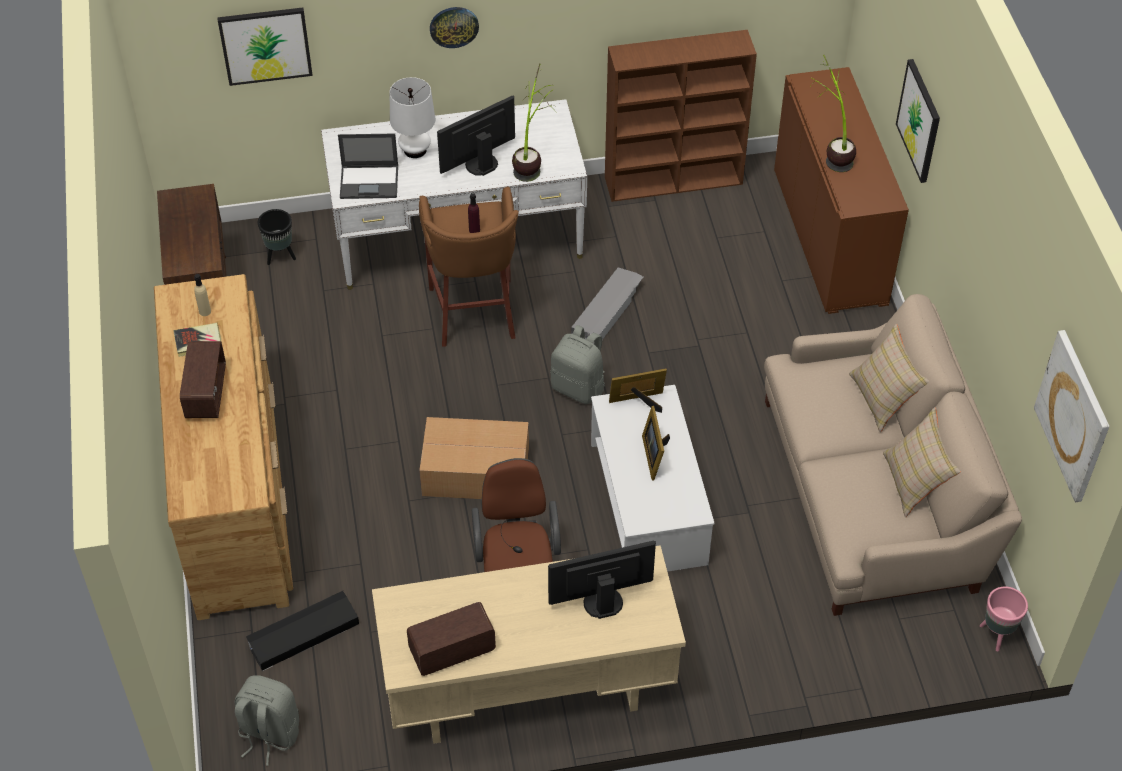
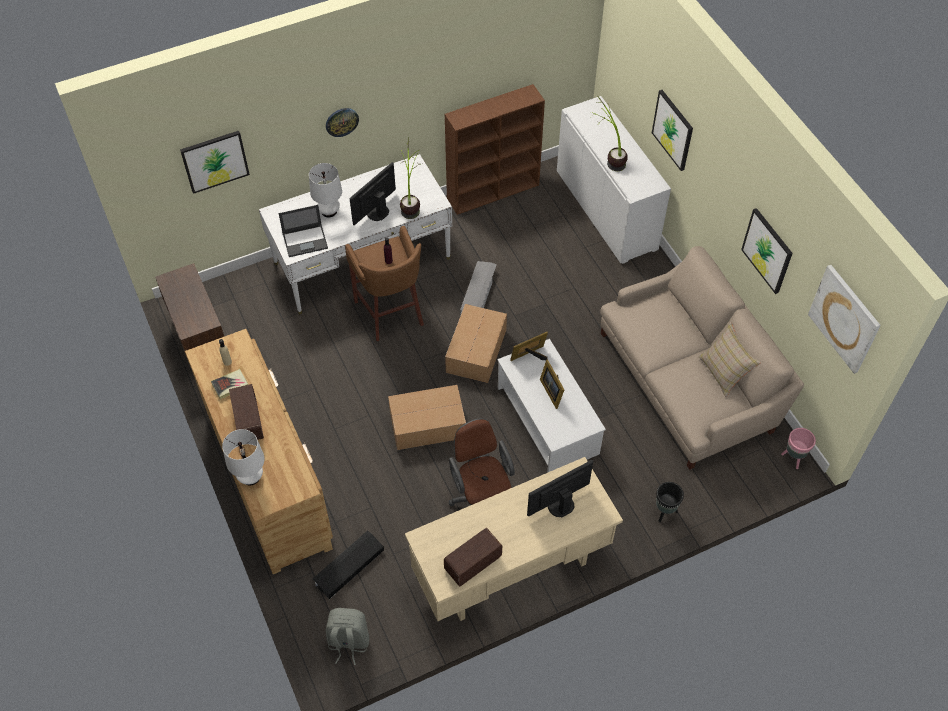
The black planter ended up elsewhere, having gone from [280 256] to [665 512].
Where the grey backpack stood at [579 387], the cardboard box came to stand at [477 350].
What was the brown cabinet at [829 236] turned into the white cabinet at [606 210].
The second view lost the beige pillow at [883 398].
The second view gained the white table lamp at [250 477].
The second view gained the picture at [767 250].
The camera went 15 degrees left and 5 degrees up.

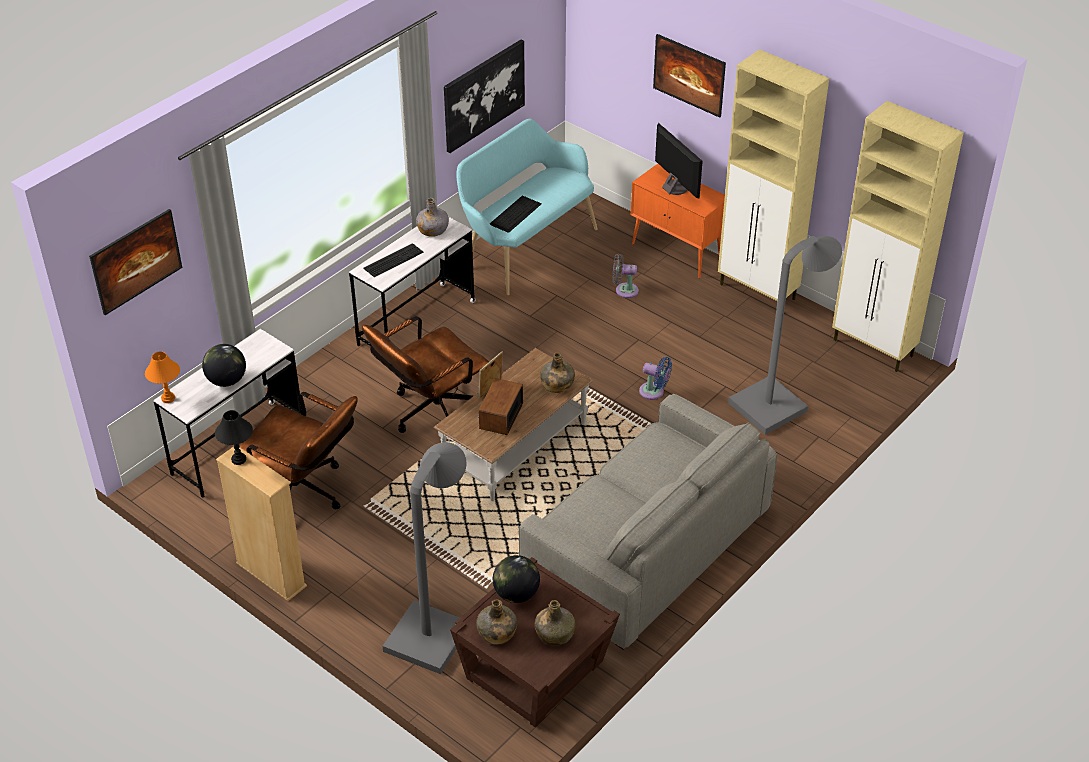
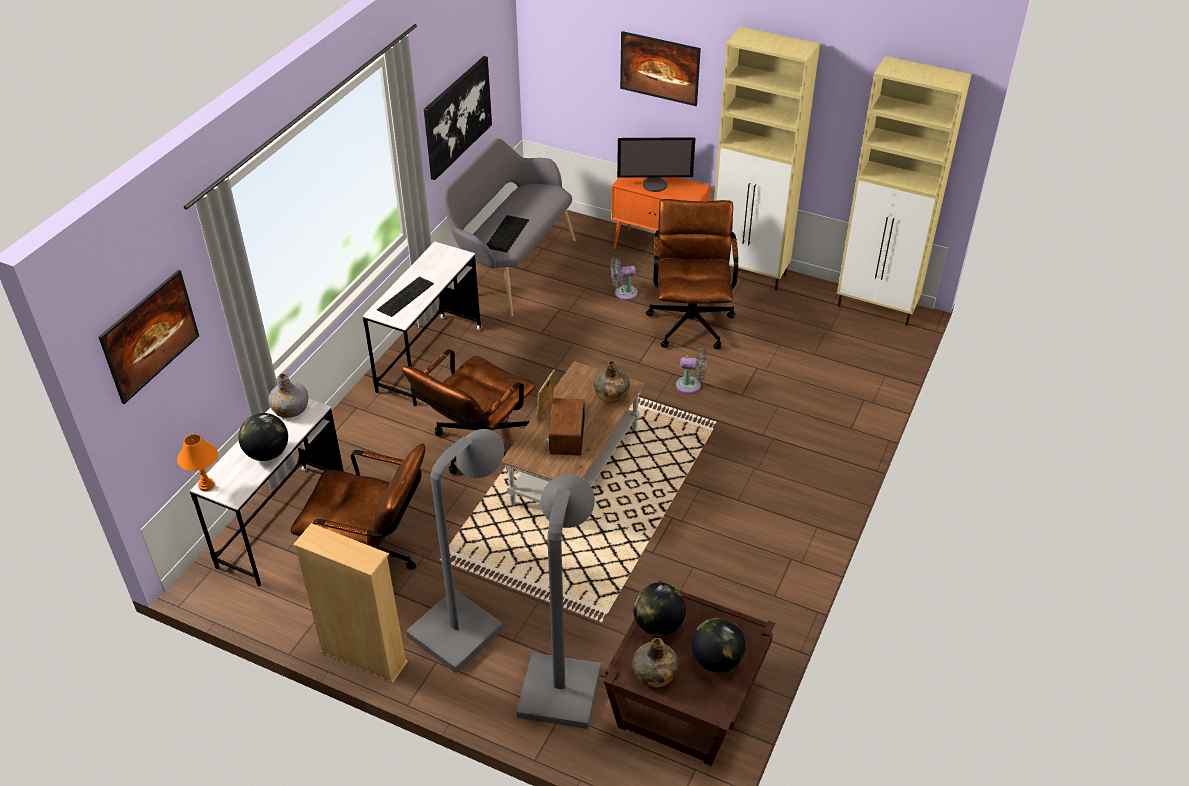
The second view lost the black table lamp at [239 460].
The grey bottle ended up elsewhere, having gone from [432 230] to [290 408].
What was the turquoise bench at [525 247] turned into the grey bench at [512 268].
The second view lost the grey sofa at [647 548].
Where the green bottle stood at [555 634], the globe came to stand at [716 660].
What was the blue fan at [654 392] turned into the grey fan at [691 385].
The monitor at [675 187] ended up facing another way, 135 degrees clockwise from before.
The grey floor lamp ended up elsewhere, having gone from [776 402] to [465 623].
The second view gained the brown office chair at [691 319].
The camera went 15 degrees left and 0 degrees up.

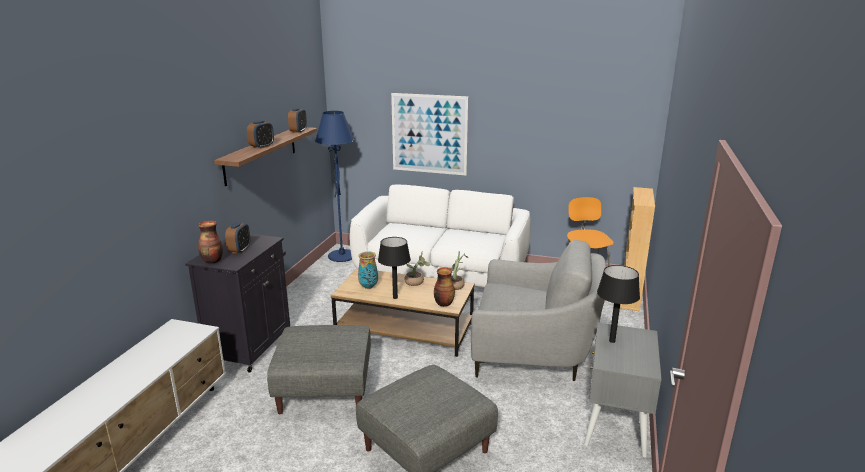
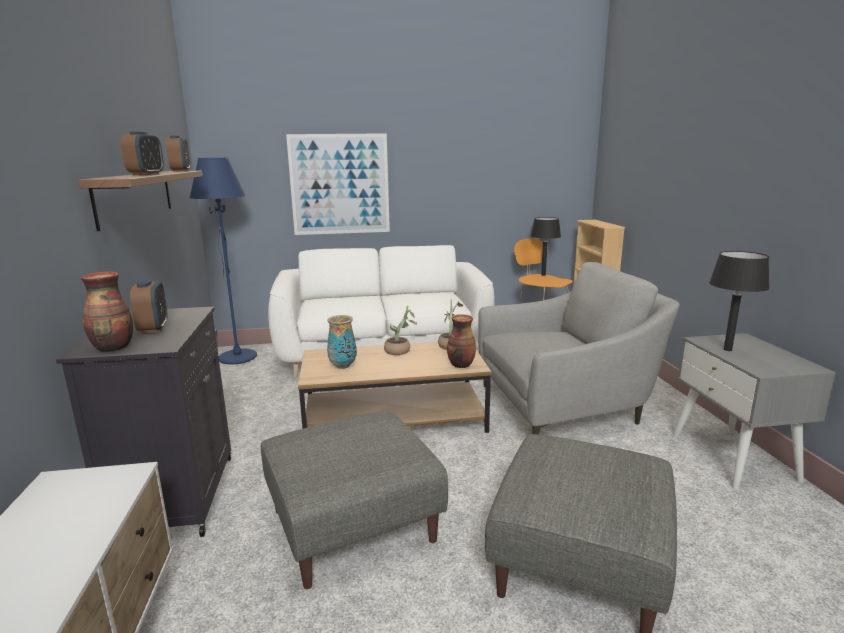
The black table lamp ended up elsewhere, having gone from [395 297] to [543 274].
The camera went 25 degrees left and 5 degrees down.

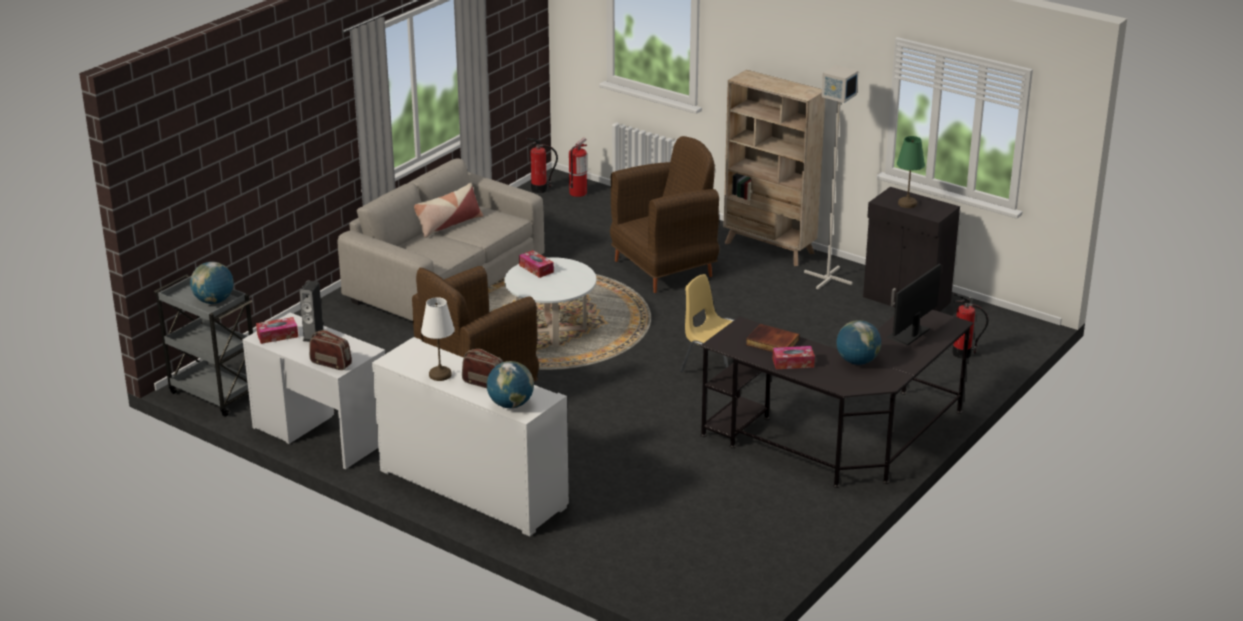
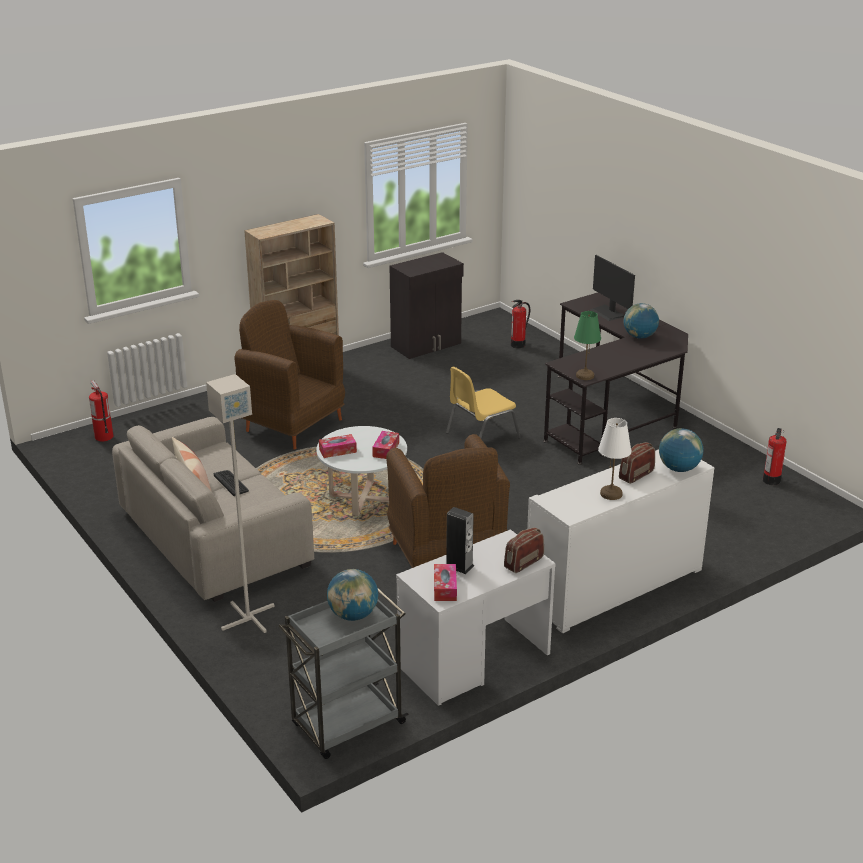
The fire extinguisher ended up elsewhere, having gone from [539 190] to [771 480].
The brown armchair at [665 268] ended up facing another way, 45 degrees counterclockwise from before.
The second view lost the book at [771 342].
The tissue box ended up elsewhere, having gone from [793 363] to [386 450].
The grey floor lamp ended up elsewhere, having gone from [827 278] to [247 618].
The green table lamp ended up elsewhere, having gone from [907 203] to [584 376].
The second view gained the keyboard at [231 483].
The camera went 70 degrees left and 0 degrees up.

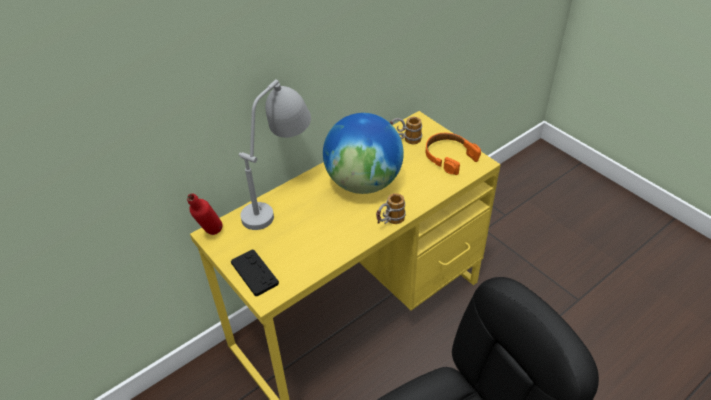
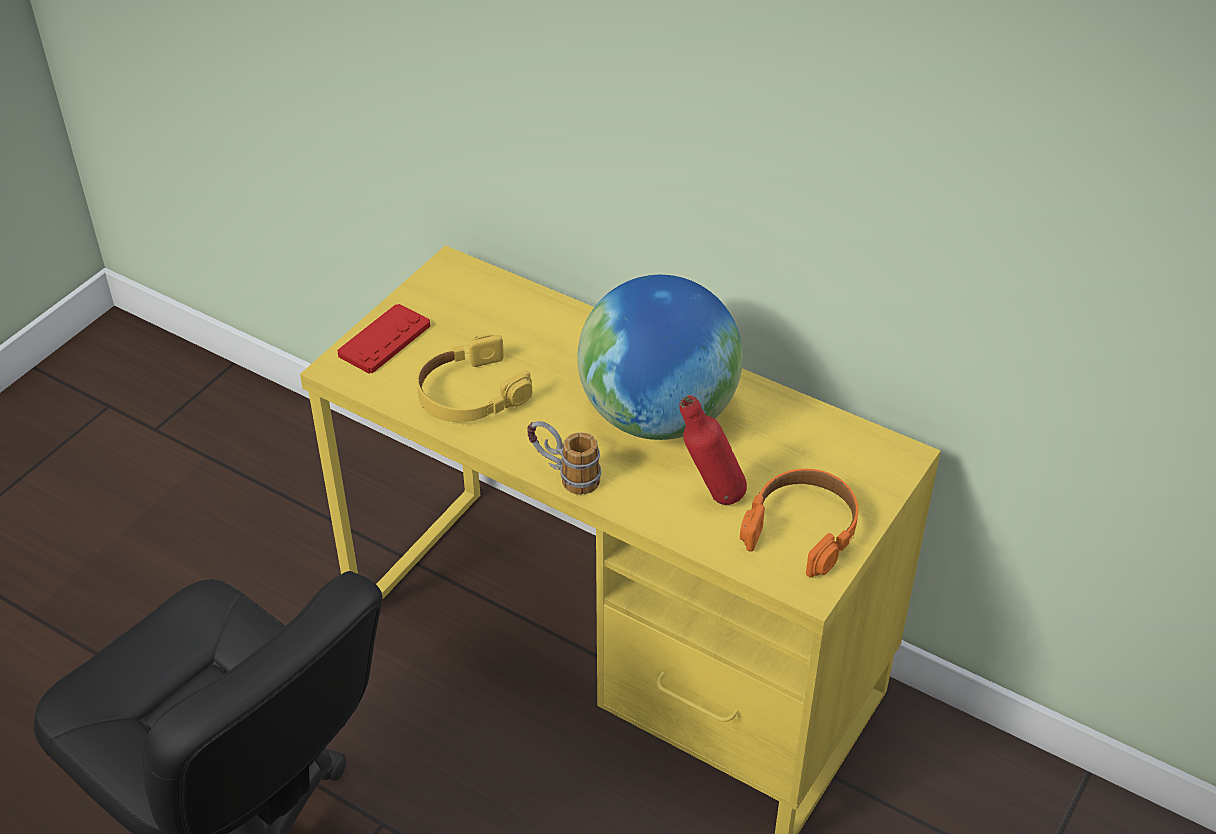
The red bottle ended up elsewhere, having gone from [211 236] to [710 497].
What was the black game controller at [254 273] turned into the red game controller at [384 340].
The second view lost the grey table lamp at [281 197].
The second view lost the mug at [405 140].
The second view gained the yellow headphones at [470 393].
The camera went 70 degrees right and 0 degrees up.

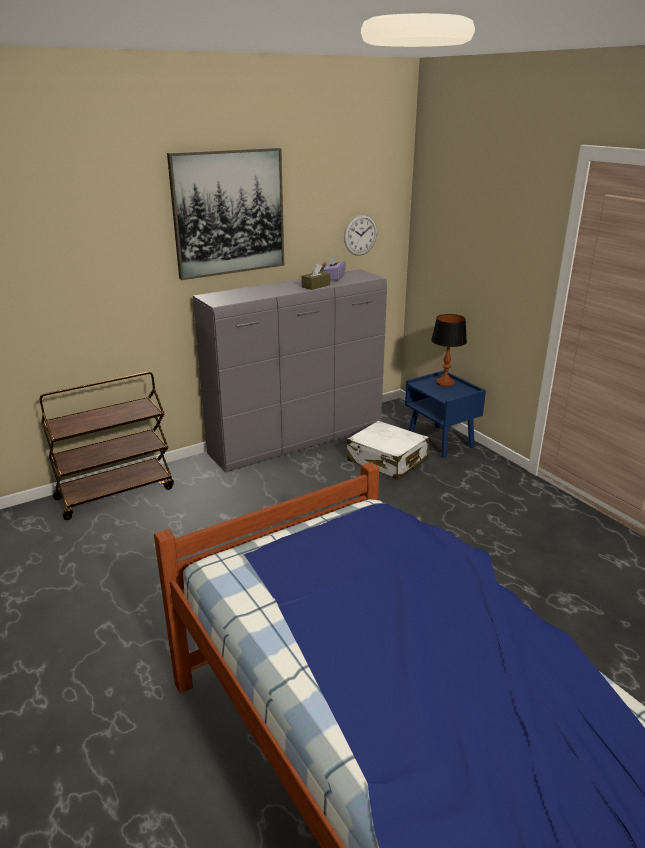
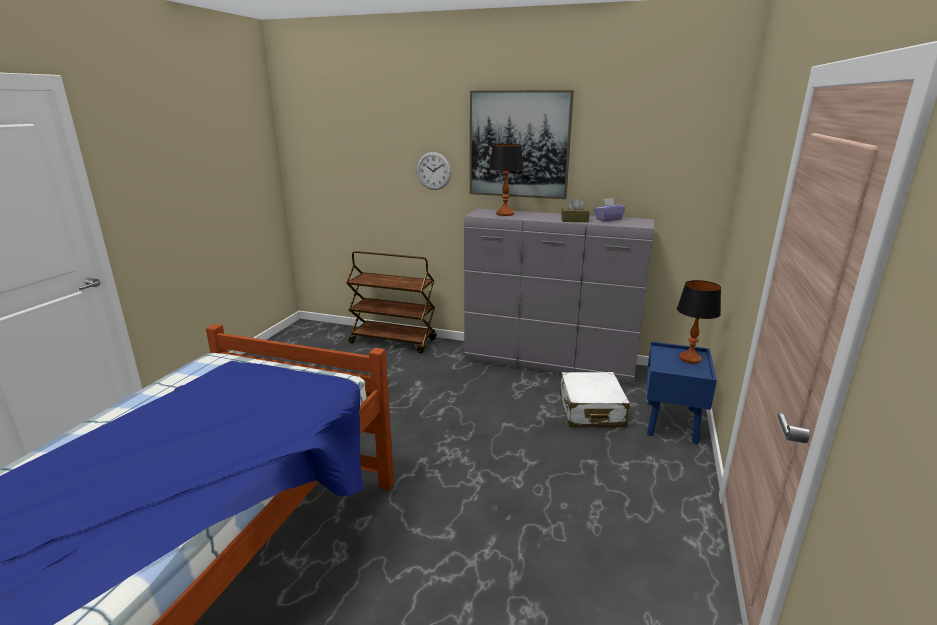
The wall clock ended up elsewhere, having gone from [360 235] to [433 171].
The second view gained the table lamp at [505 214].
The camera went 50 degrees right and 5 degrees down.

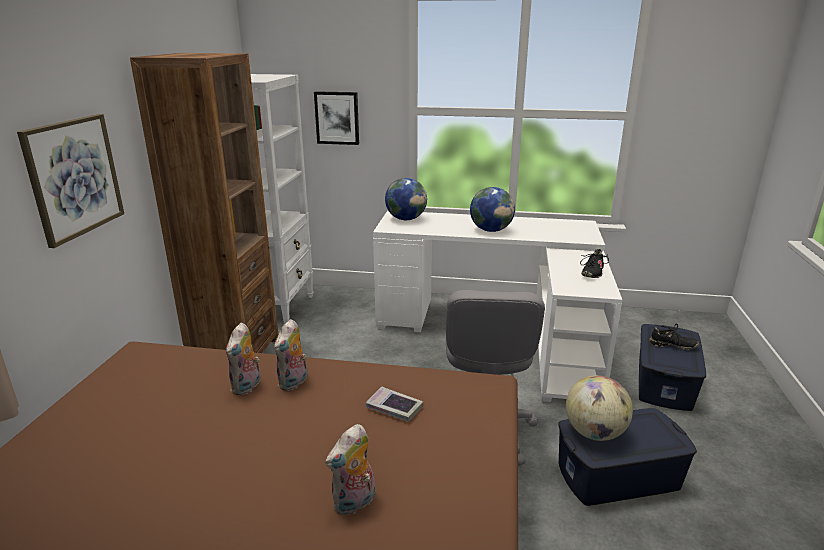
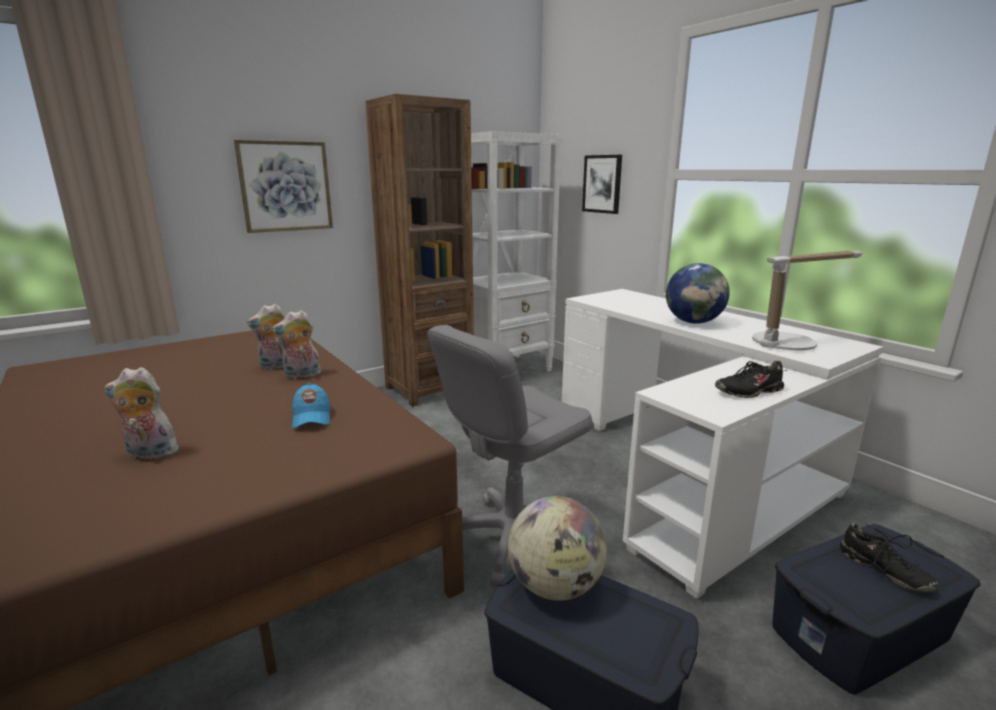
Where the book stood at [394 408], the blue cap came to stand at [311 417].
The second view lost the globe at [406 219].
The second view gained the table lamp at [790 342].
The camera went 45 degrees right and 5 degrees down.

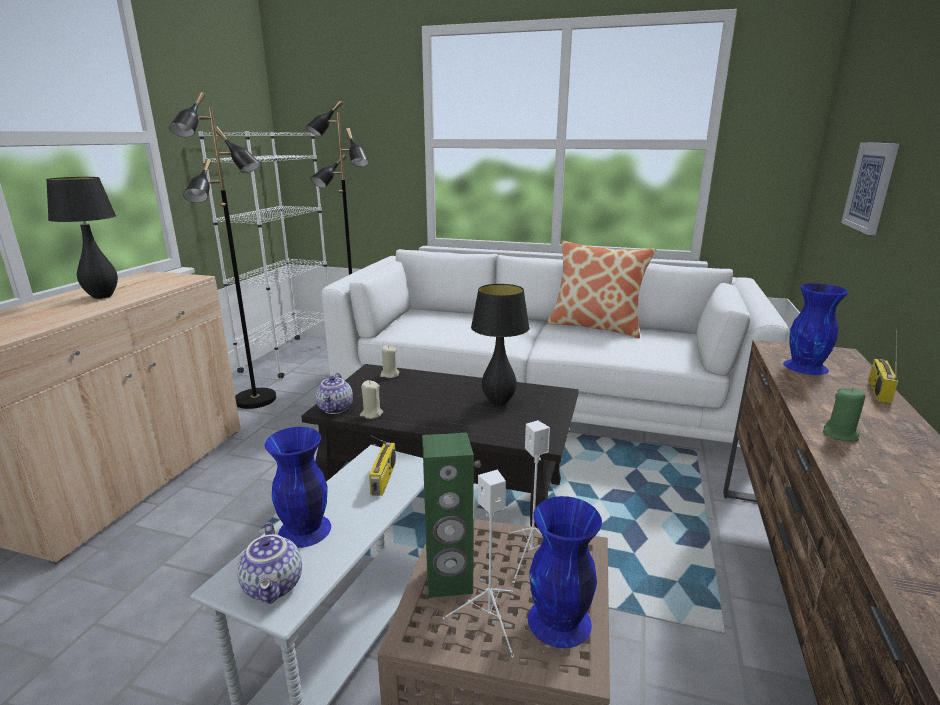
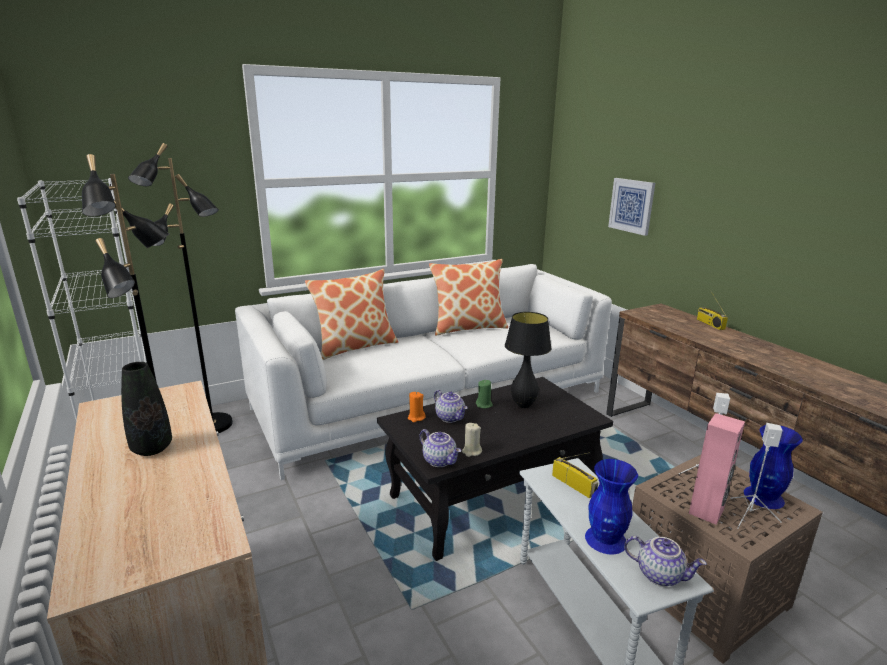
Where the black table lamp stood at [102 296], the black vase came to stand at [152 448].
What was the beige candle at [389 374] turned into the orange candle at [416 417].
What was the green speaker at [449 581] turned into the pink speaker at [706 512].
The second view lost the blue vase at [806 367].
The green candle ended up elsewhere, having gone from [840 435] to [484 405].
The second view gained the pillow at [355 346].
The second view gained the teapot at [450 417].
The camera went 45 degrees left and 0 degrees up.

